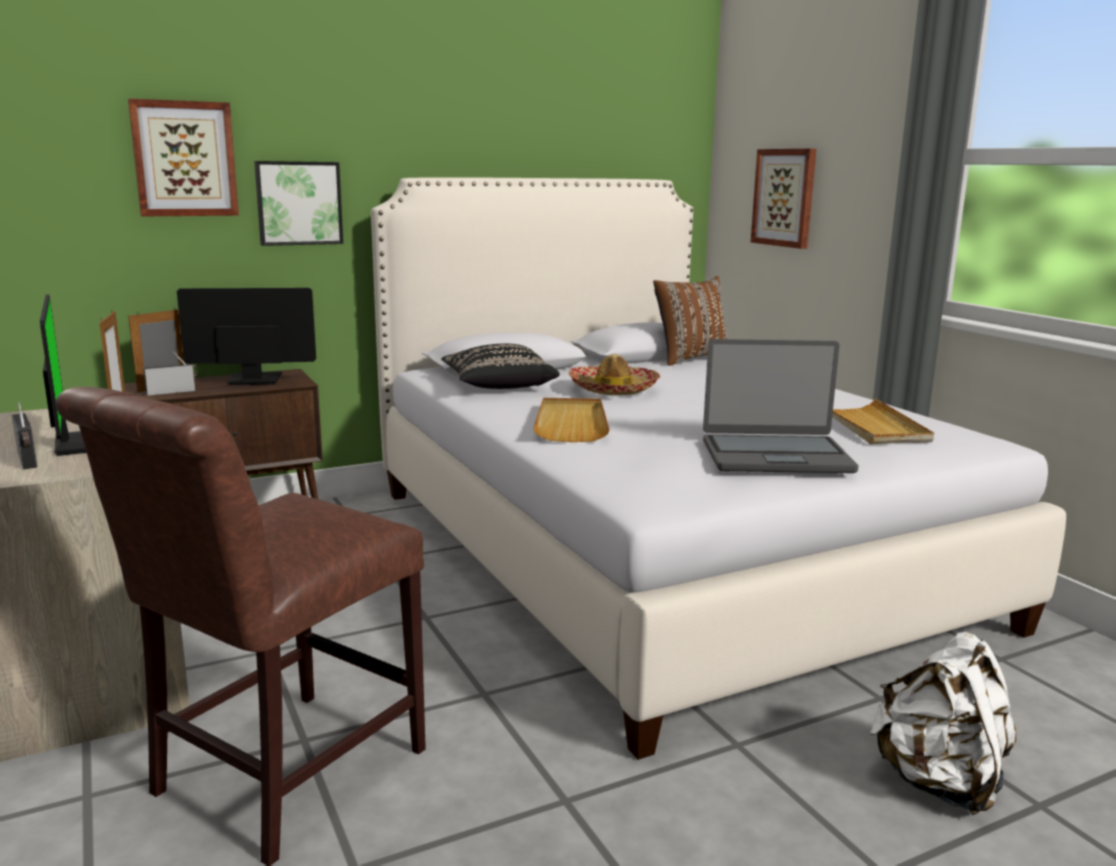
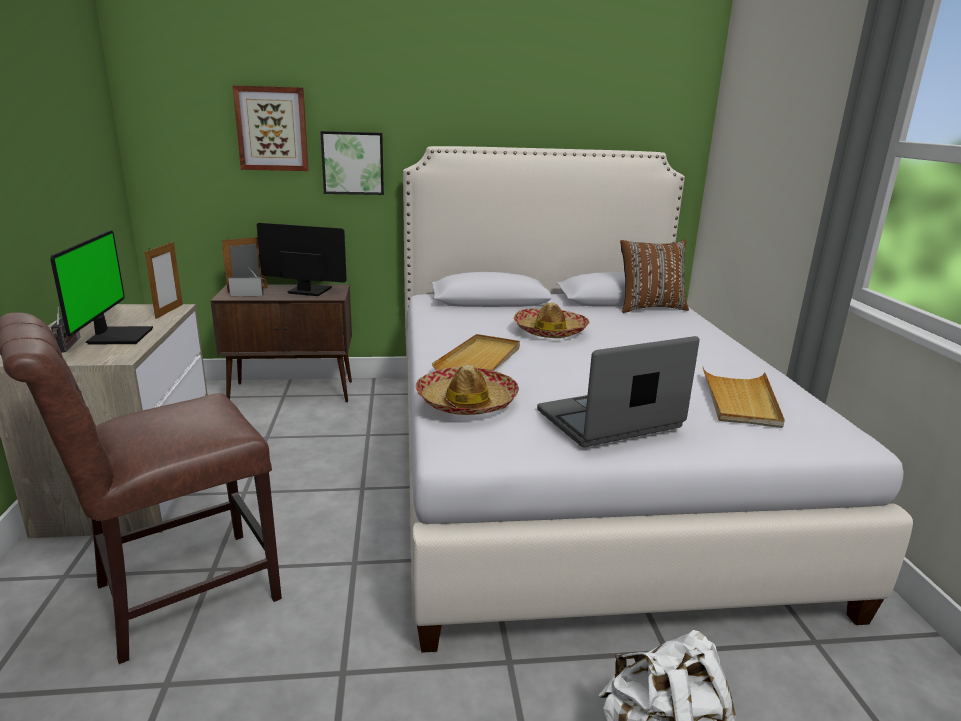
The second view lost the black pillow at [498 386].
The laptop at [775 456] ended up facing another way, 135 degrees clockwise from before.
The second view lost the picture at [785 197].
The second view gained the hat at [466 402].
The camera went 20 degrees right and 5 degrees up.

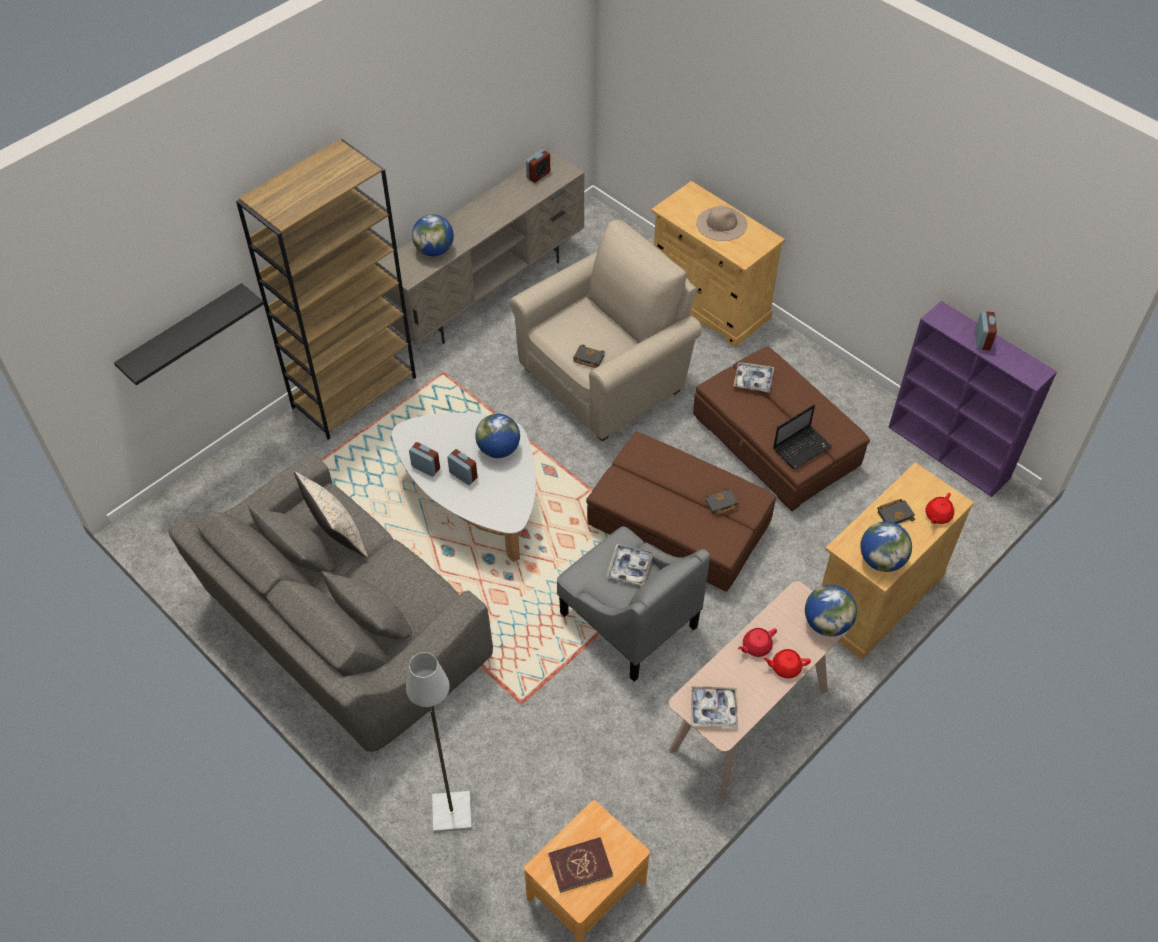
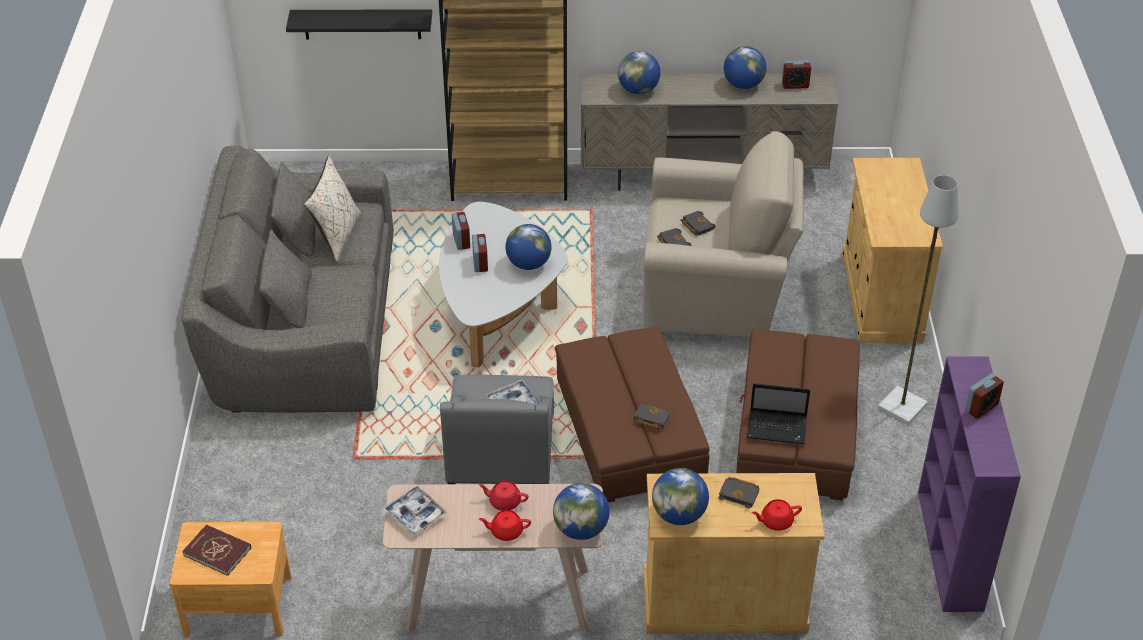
The grey floor lamp ended up elsewhere, having gone from [452 813] to [902 407].
The second view lost the beige hat at [721 223].
The second view lost the tray at [753 380].
The red teapot at [785 667] ended up facing another way, 45 degrees counterclockwise from before.
The second view gained the black book at [696 225].
The second view gained the globe at [743 85].
The camera went 45 degrees right and 10 degrees down.

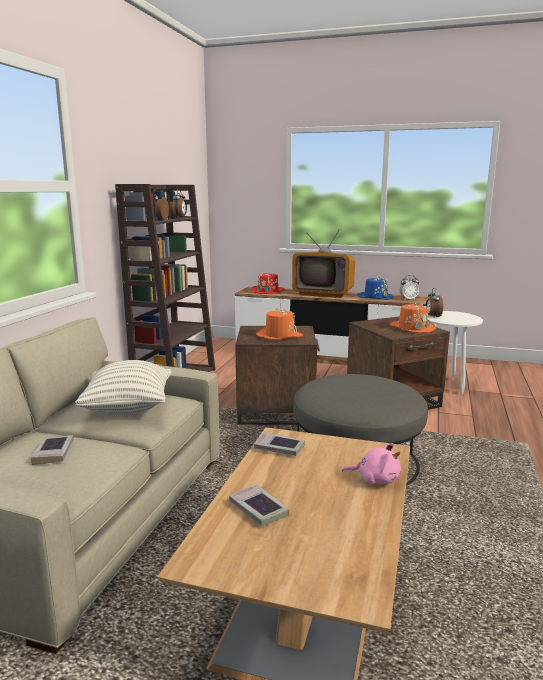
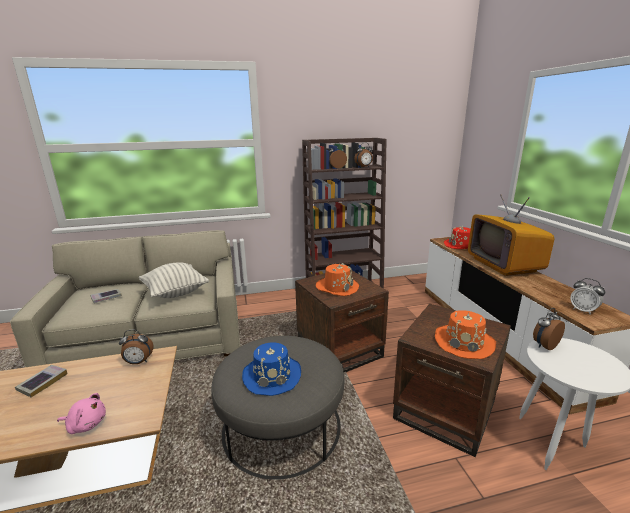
Where the book stood at [279 448], the alarm clock came to stand at [138 362].
The pink plush toy at [375 479] ended up facing another way, 75 degrees counterclockwise from before.
The blue hat ended up elsewhere, having gone from [375 297] to [272 375].
The camera went 60 degrees right and 5 degrees up.

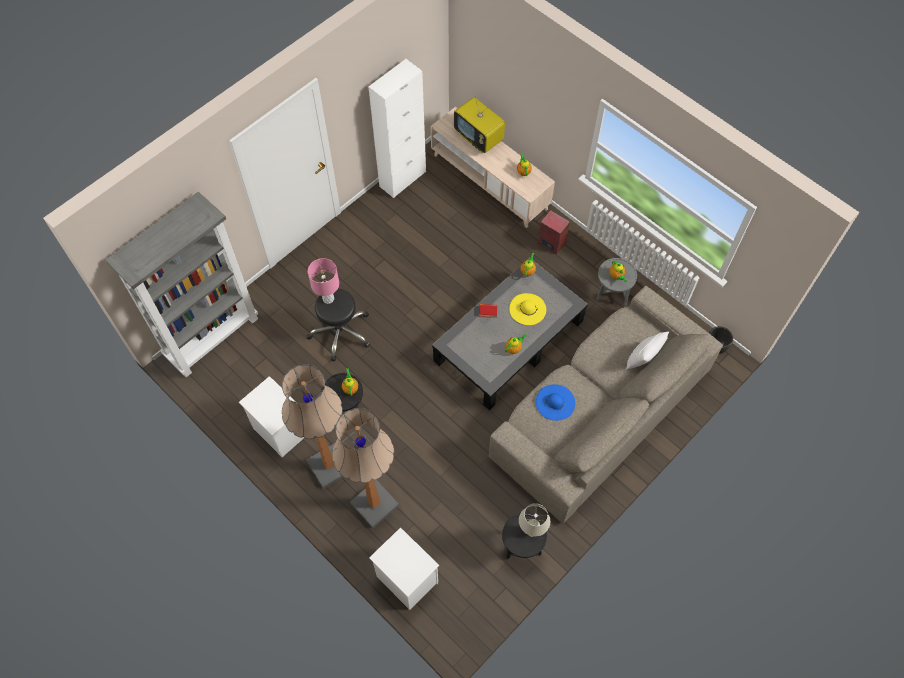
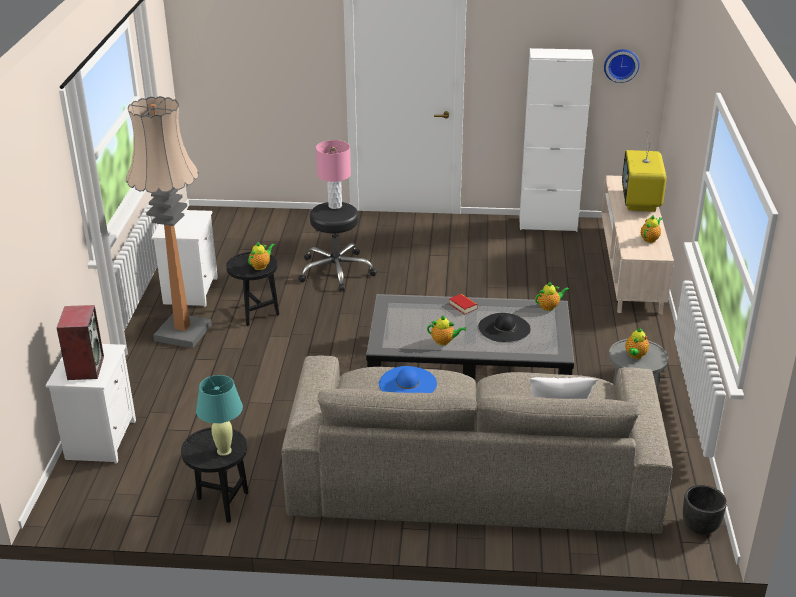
The second view lost the grey bookcase at [213 337].
The second view lost the floor lamp at [374 504].
What was the yellow hat at [527 309] turned into the black hat at [504 328].
What was the beige table lamp at [531 531] turned into the turquoise table lamp at [224 451].
The speaker ended up elsewhere, having gone from [551 242] to [85 367].
The second view gained the wall clock at [621 65].
The camera went 50 degrees right and 30 degrees down.

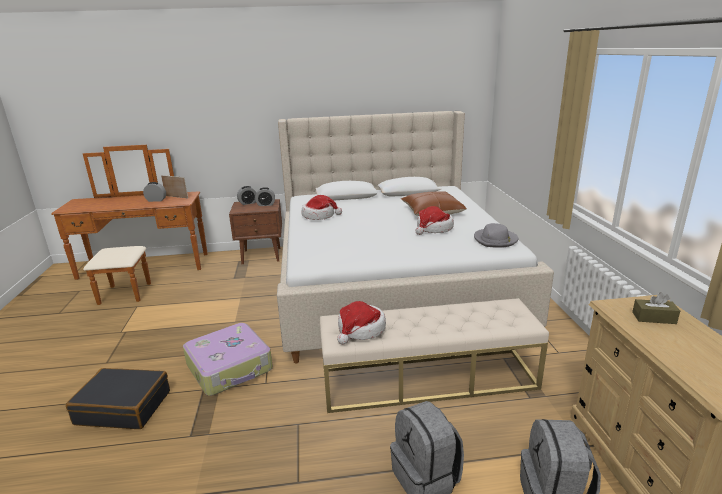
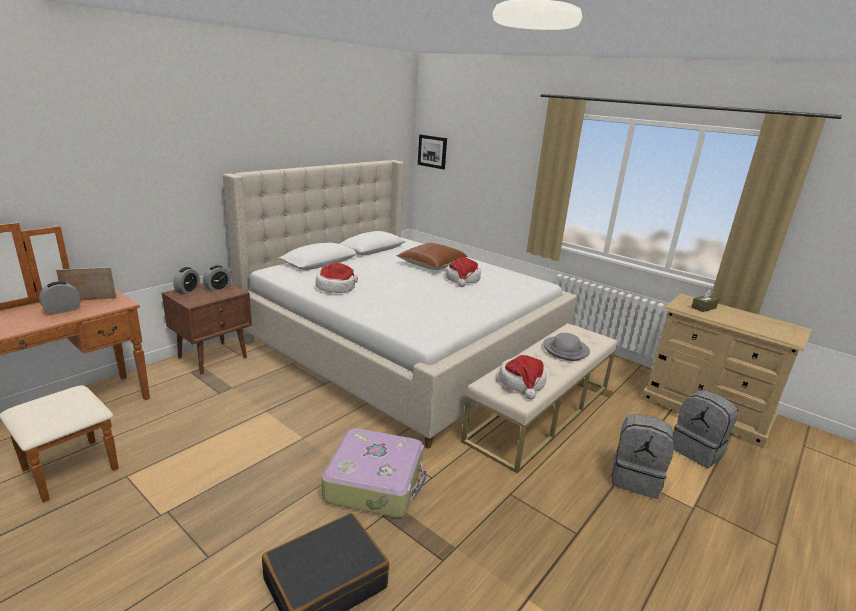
The grey hat ended up elsewhere, having gone from [495 240] to [566 350].
The second view gained the picture at [432 151].
The camera went 45 degrees left and 0 degrees up.

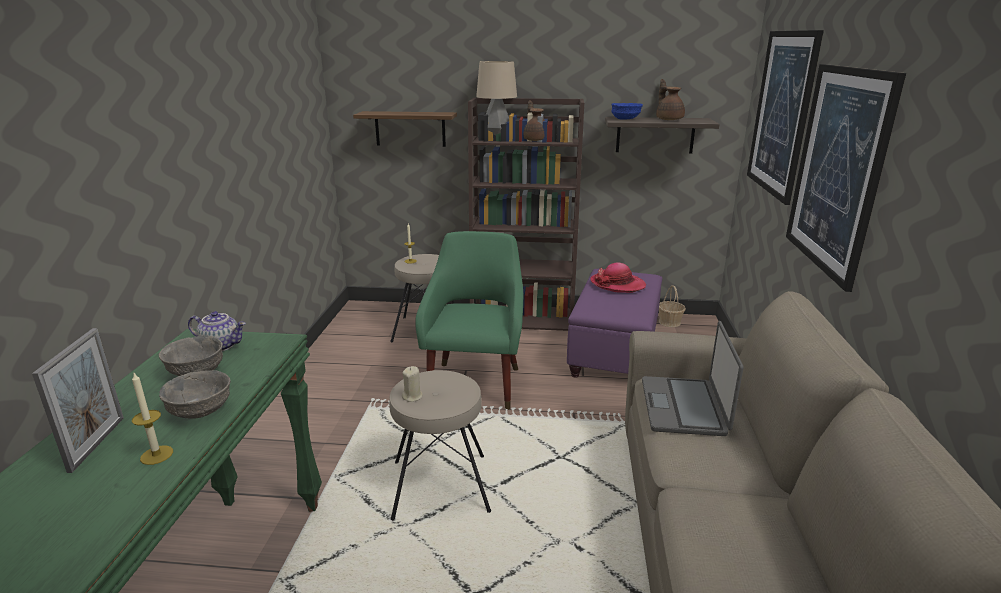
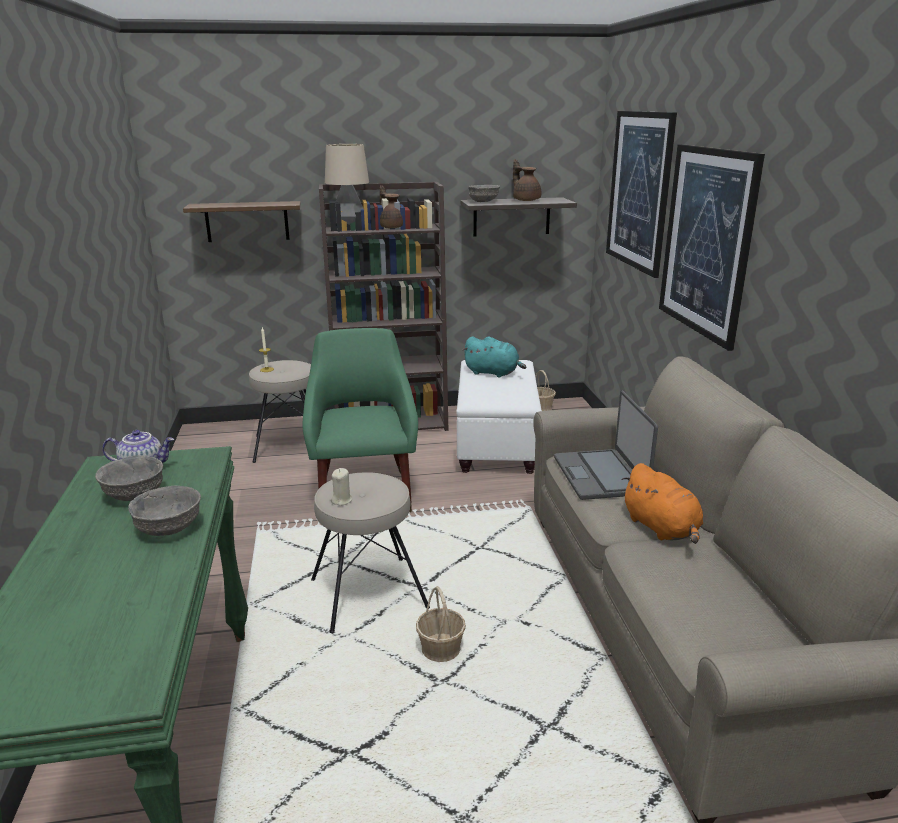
The second view lost the picture frame at [97 443].
The second view lost the candle at [156 455].
What was the purple ottoman at [614 352] turned into the white ottoman at [496 444].
Where the hat stood at [617 284], the turquoise plush toy came to stand at [493 373].
What was the blue bowl at [625 119] turned into the grey bowl at [483 202].
The second view gained the basket at [441 649].
The second view gained the orange plush toy at [662 528].
The camera went 15 degrees left and 0 degrees up.

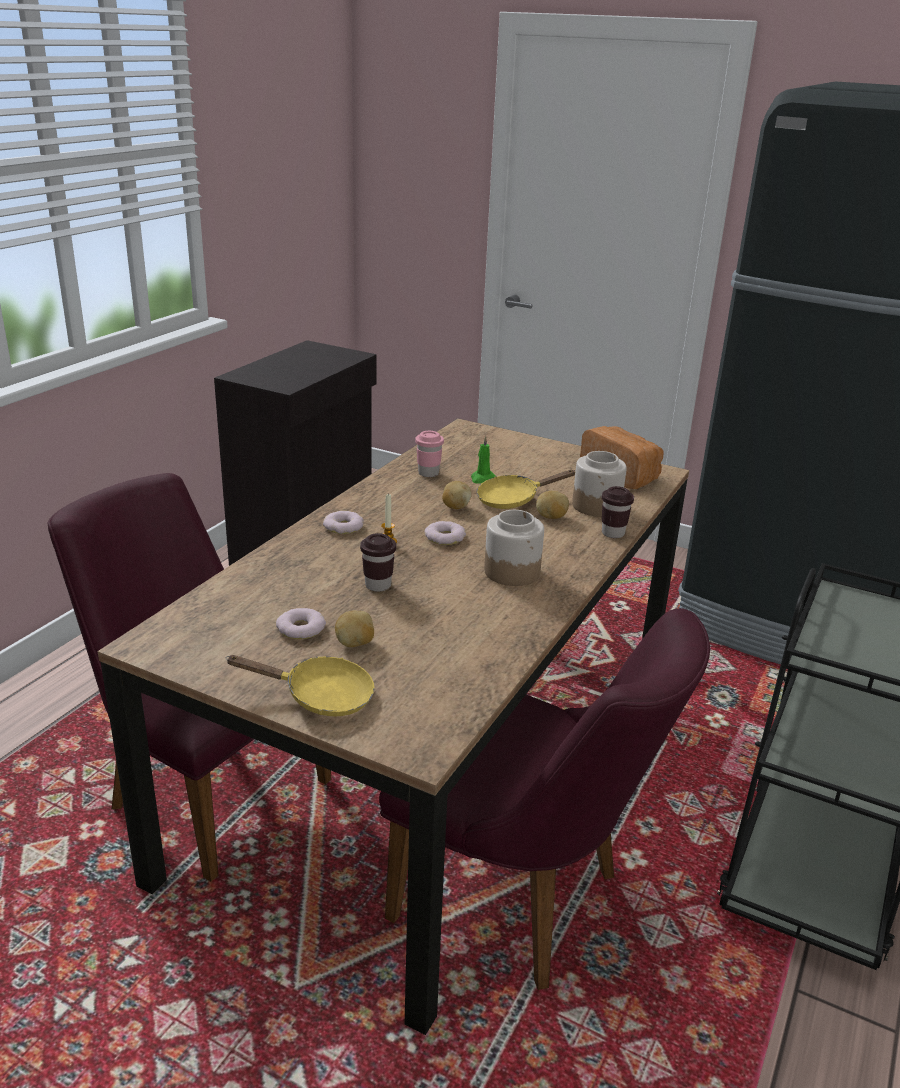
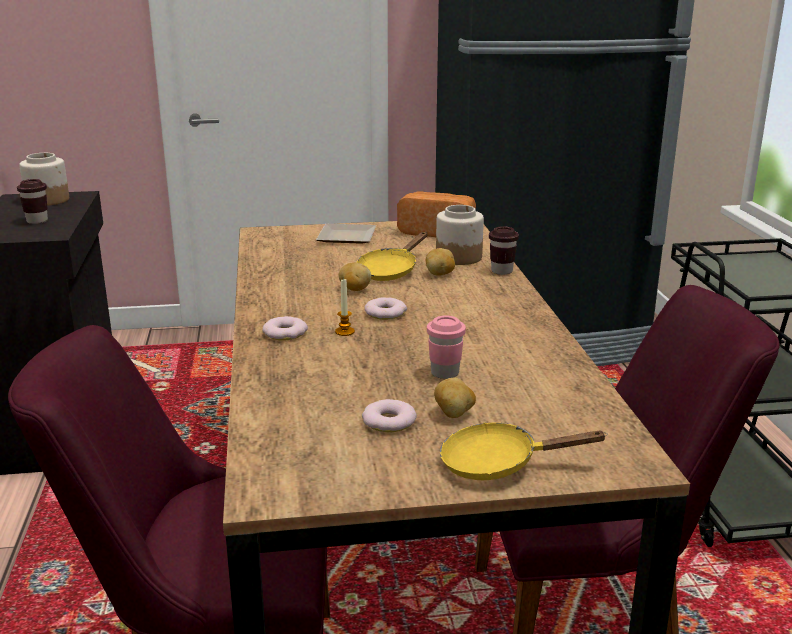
The yellow frying pan at [320 696] ended up facing another way, 150 degrees counterclockwise from before.
The brown cup ended up elsewhere, having gone from [378 585] to [37 221].
The pink cup ended up elsewhere, having gone from [428 473] to [445 373].
The second view lost the green candle at [482 478].
The jar ended up elsewhere, having gone from [512 572] to [47 200].
The second view gained the plate at [344 237].
The camera went 35 degrees left and 5 degrees down.

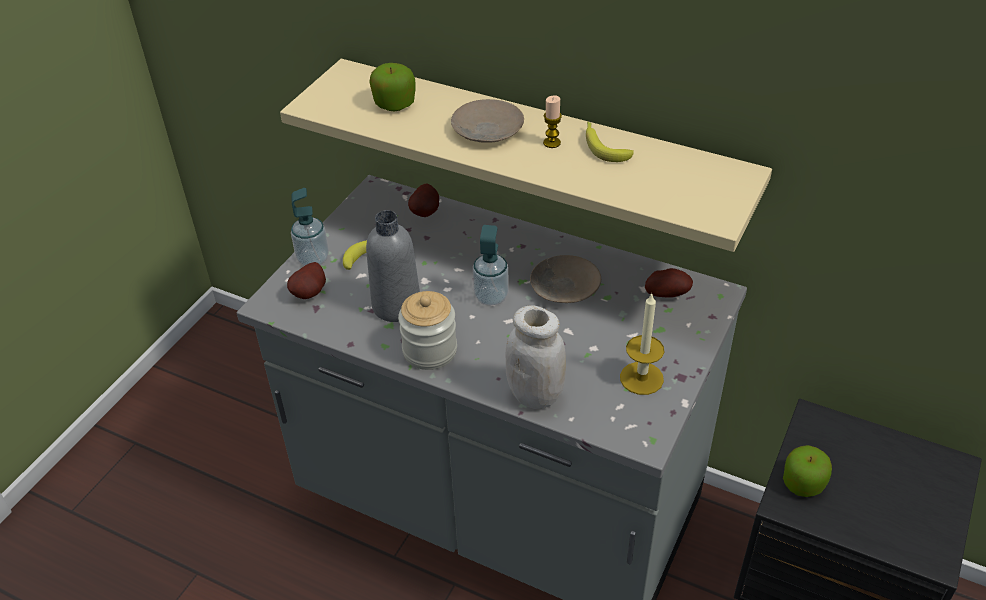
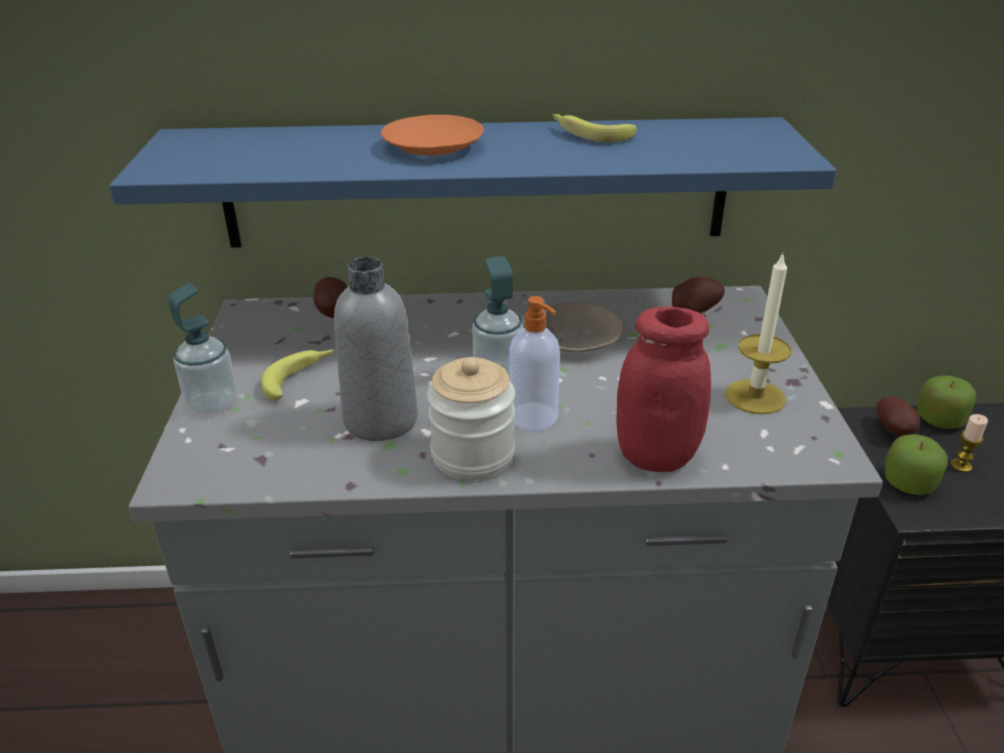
What was the beige shelf at [539 148] turned into the blue shelf at [476 183].
The potato ended up elsewhere, having gone from [311 293] to [895 432].
The apple ended up elsewhere, having gone from [394 104] to [939 420].
What was the beige plate at [487 130] turned into the orange plate at [433 147].
What was the white jar at [535 395] turned into the red jar at [656 456].
The candle ended up elsewhere, having gone from [552 143] to [961 466].
The second view gained the soap dispenser at [534 418].
The camera went 30 degrees left and 10 degrees down.

